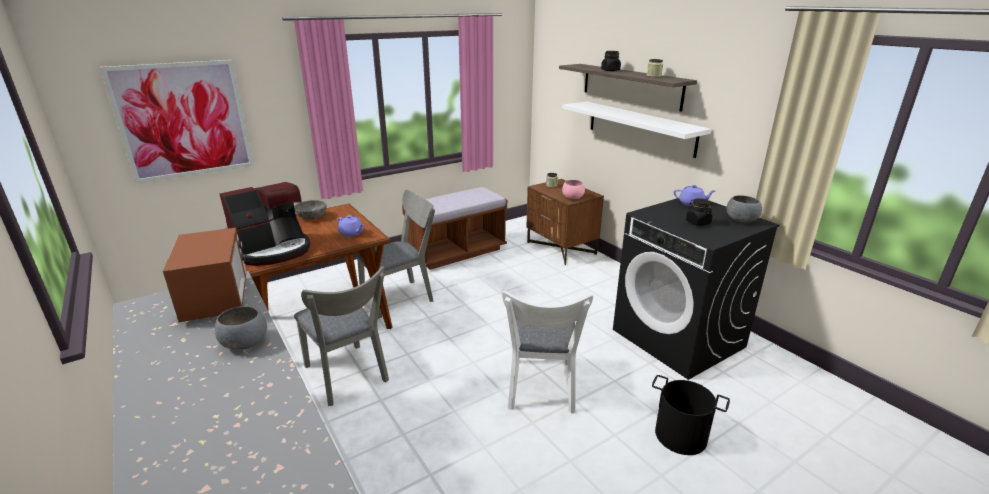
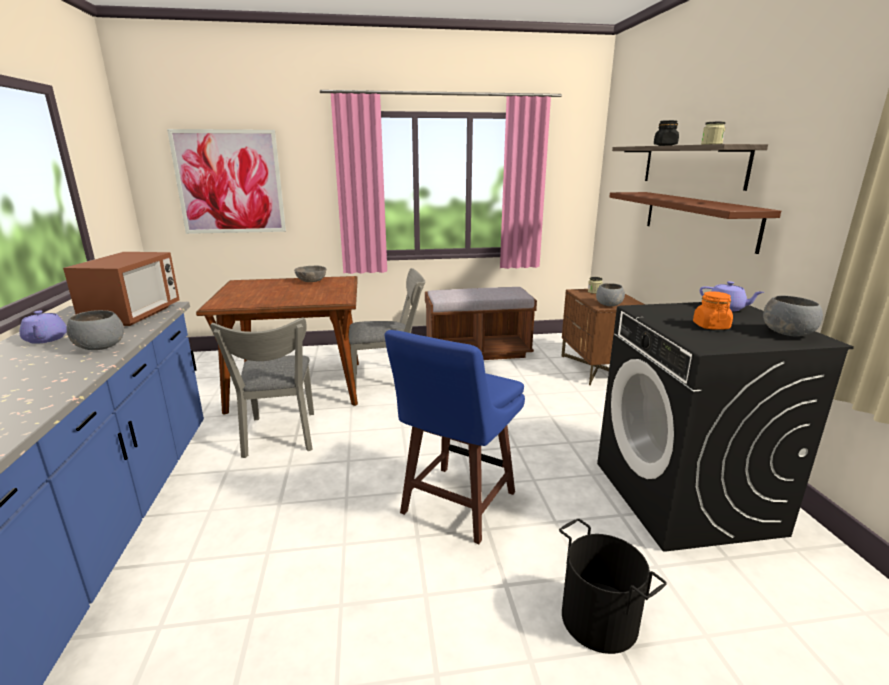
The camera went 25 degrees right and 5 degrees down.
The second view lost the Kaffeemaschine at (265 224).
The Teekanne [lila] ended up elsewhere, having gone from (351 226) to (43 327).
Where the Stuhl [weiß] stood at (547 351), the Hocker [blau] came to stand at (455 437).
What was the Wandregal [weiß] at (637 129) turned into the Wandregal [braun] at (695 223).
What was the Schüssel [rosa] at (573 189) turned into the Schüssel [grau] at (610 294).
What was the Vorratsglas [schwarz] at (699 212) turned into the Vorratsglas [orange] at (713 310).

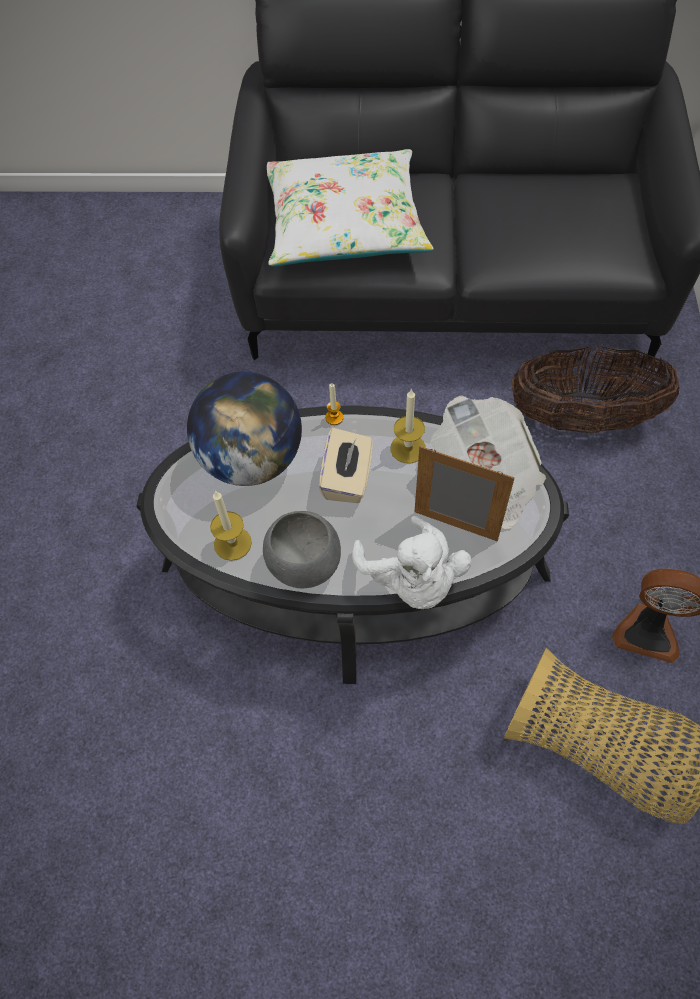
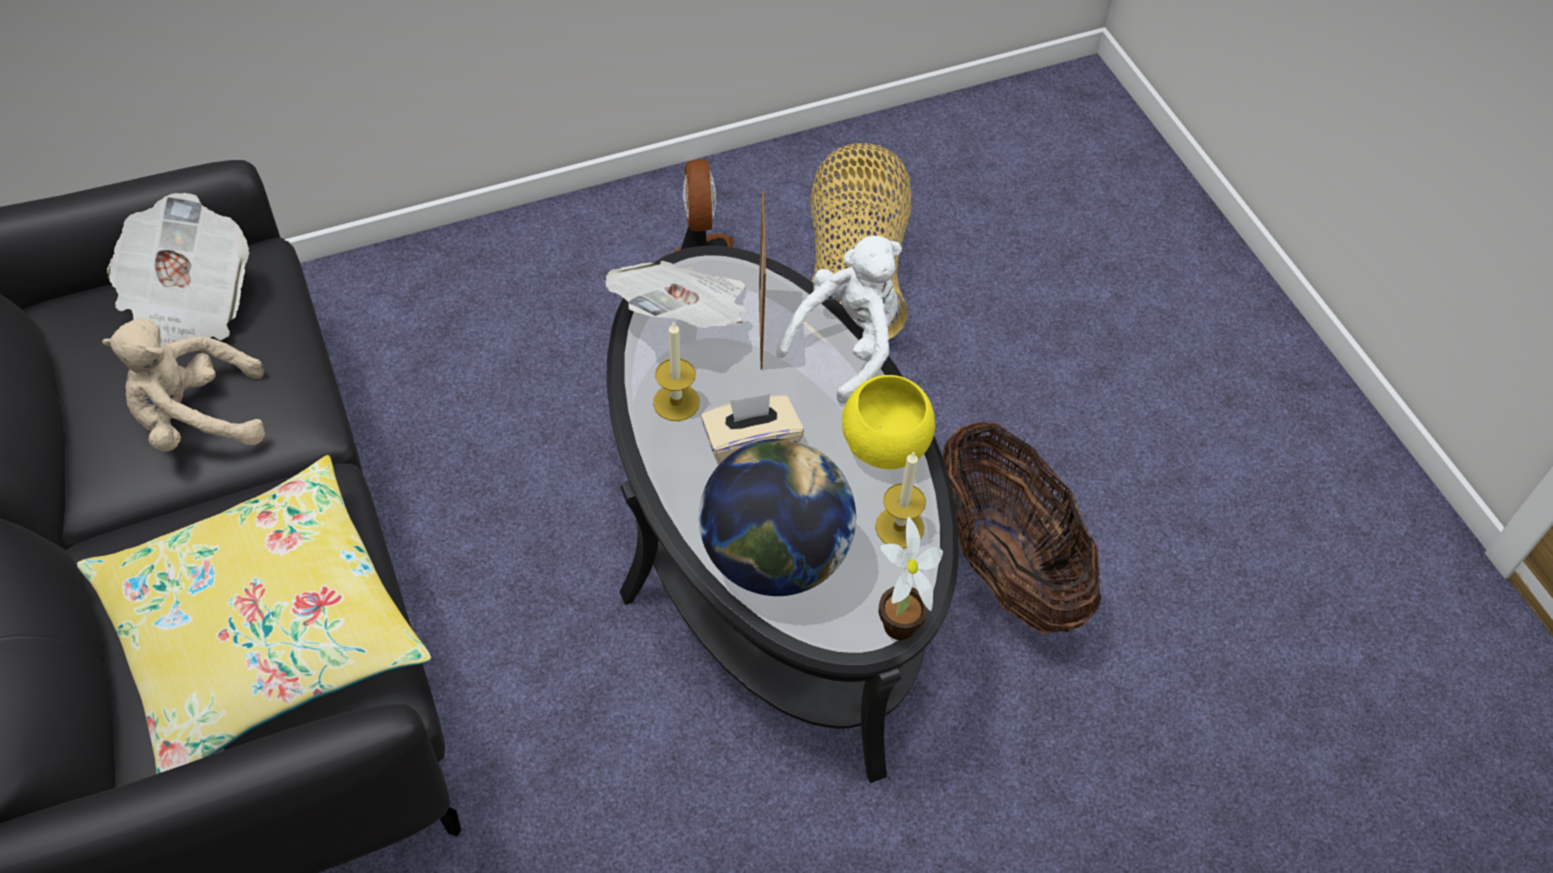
The camera went 120 degrees left and 5 degrees down.
What was the Schüssel [grau] at (302 549) turned into the Schüssel [gelb] at (888 422).
What was the Kissen [weiß] at (350 208) turned into the Kissen [gelb] at (254 614).
The second view lost the Kerze at (334 404).
The Korb ended up elsewhere, having gone from (595 389) to (1022 528).
The second view gained the Plüschtier [beige] at (183 384).
The second view gained the Zeitung at (178 269).
The second view gained the Topfpflanze at (911 578).

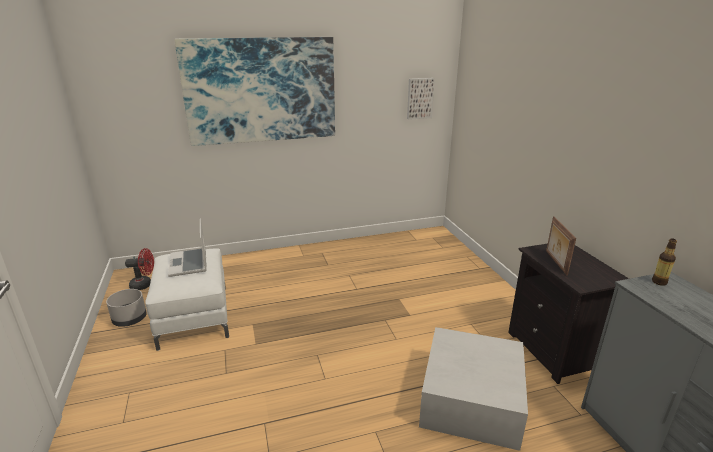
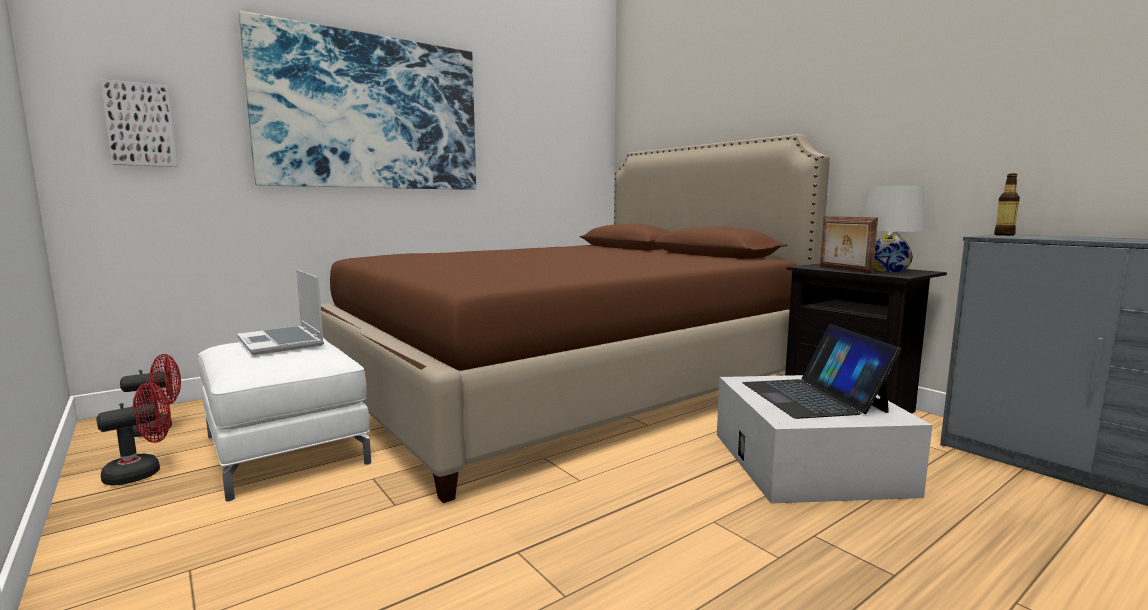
The camera went 20 degrees left and 15 degrees down.
Where the Pflanzkübel [grau] stood at (126 308), the Ventilator [rot] came to stand at (133 434).
The Bild ended up elsewhere, having gone from (421 99) to (138 123).
The second view gained the Bett [braun] at (575 318).
The second view gained the Laptop at (821 371).
The second view gained the Tischlampe [weiß] at (894 228).

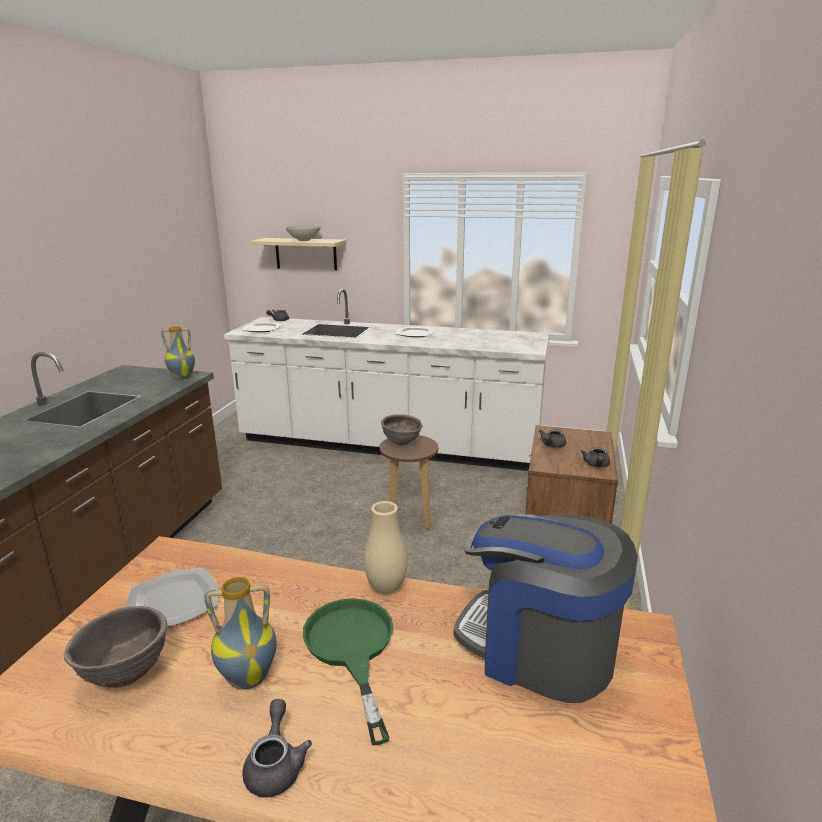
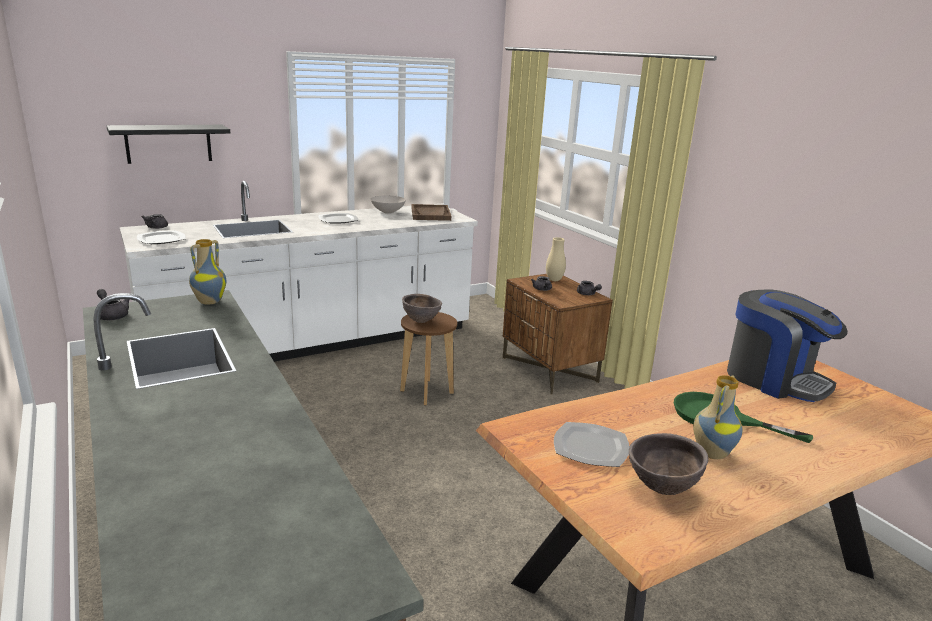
The camera went 45 degrees left and 0 degrees up.
The Teekanne [grau] ended up elsewhere, having gone from (277 748) to (113 304).
What was the Wandregal [beige] at (298 254) turned into the Wandregal [schwarz] at (168 144).
The Schüssel [weiß] ended up elsewhere, having gone from (303 233) to (388 204).
The Vase [beige] ended up elsewhere, having gone from (386 547) to (556 259).
The Kaffeemaschine at (545 608) ended up facing another way, 120 degrees counterclockwise from before.
The second view gained the Tablett [braun] at (431 212).

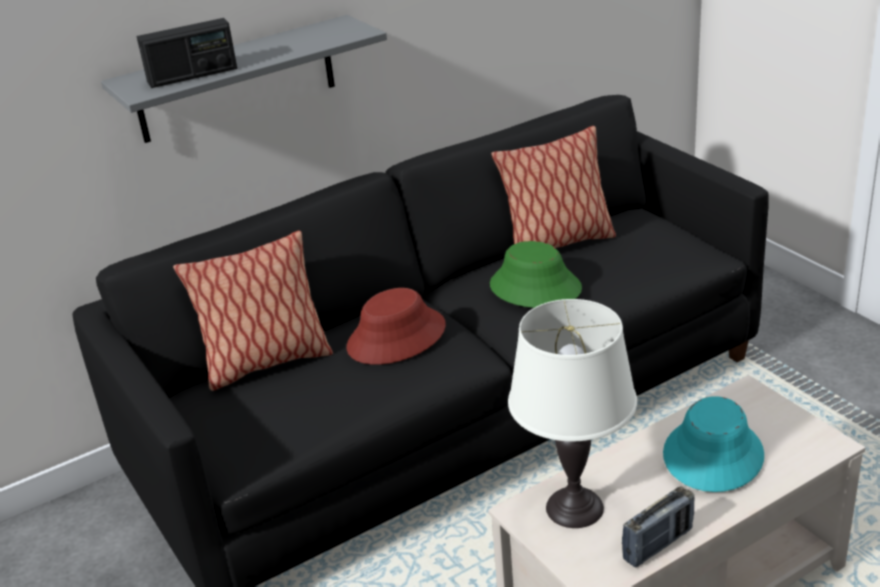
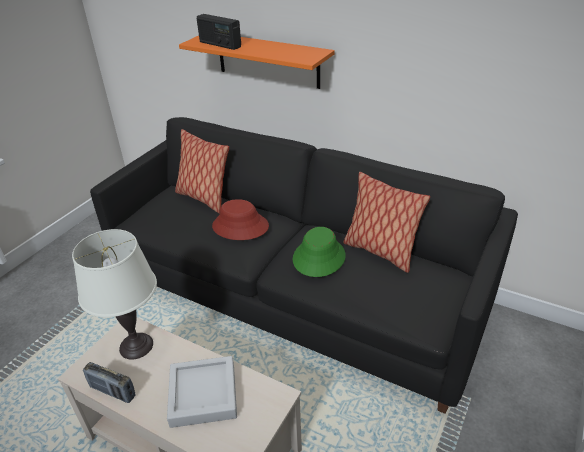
The camera went 60 degrees right and 5 degrees up.
What was the Wandregal [grau] at (244 79) turned into the Wandregal [orange] at (257 62).
Where the Hut [türkis] stood at (713 444), the Tablett [grau] came to stand at (202 392).

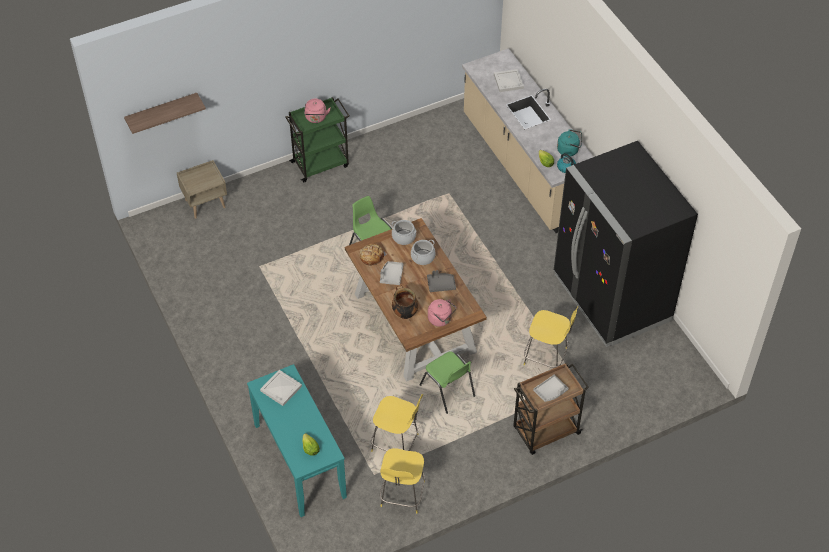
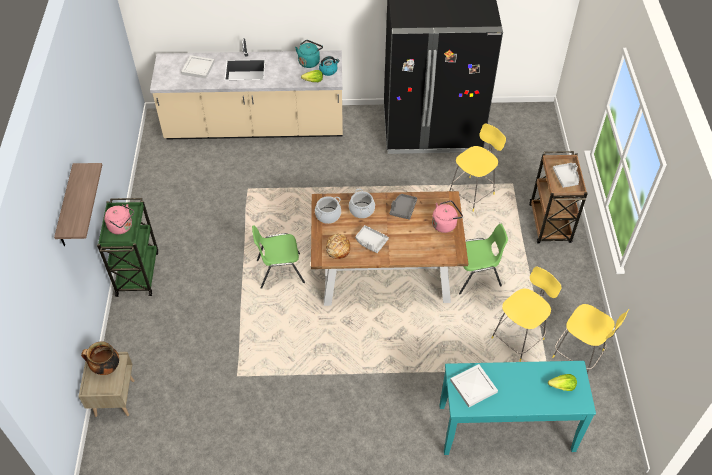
The camera went 65 degrees left and 0 degrees up.
The Wandregal ended up elsewhere, having gone from (165 113) to (78 204).
The Kochtopf ended up elsewhere, having gone from (405 302) to (100 358).

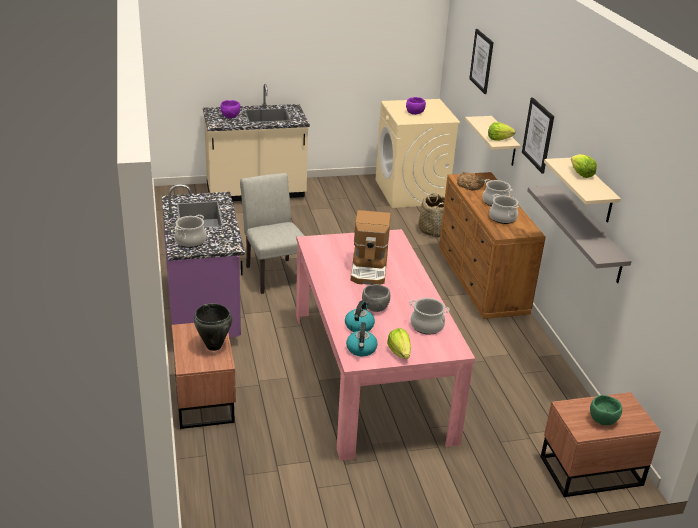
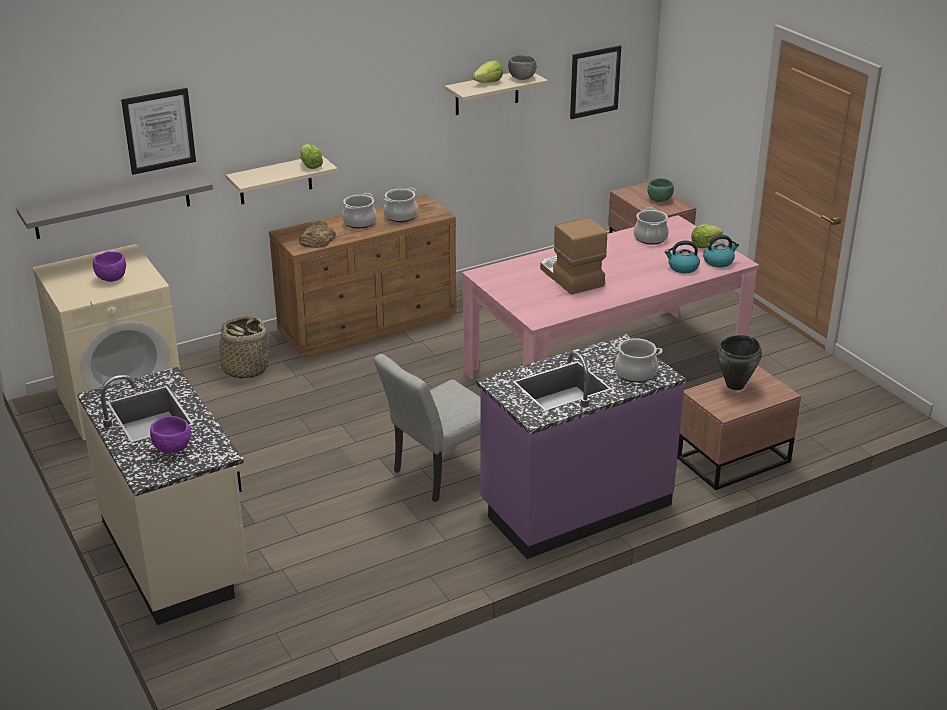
The camera went 105 degrees left and 0 degrees up.
The Kaffeemaschine at (371 247) ended up facing another way, 105 degrees counterclockwise from before.
The Schüssel [grau] ended up elsewhere, having gone from (376 298) to (522 67).
The Bild ended up elsewhere, having gone from (538 135) to (595 82).
The Wandregal [grau] ended up elsewhere, having gone from (579 234) to (114 204).

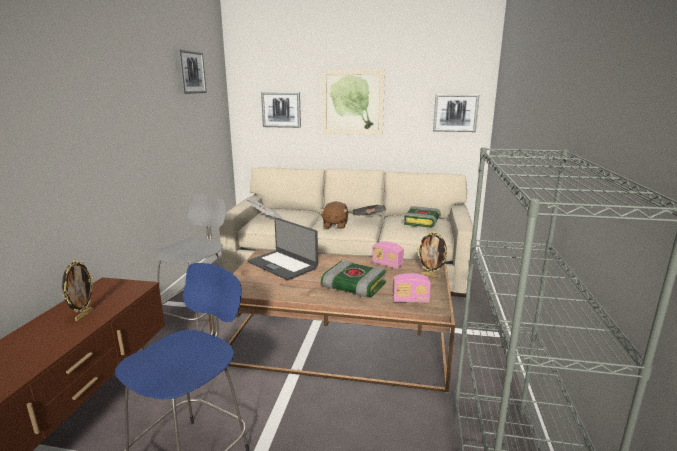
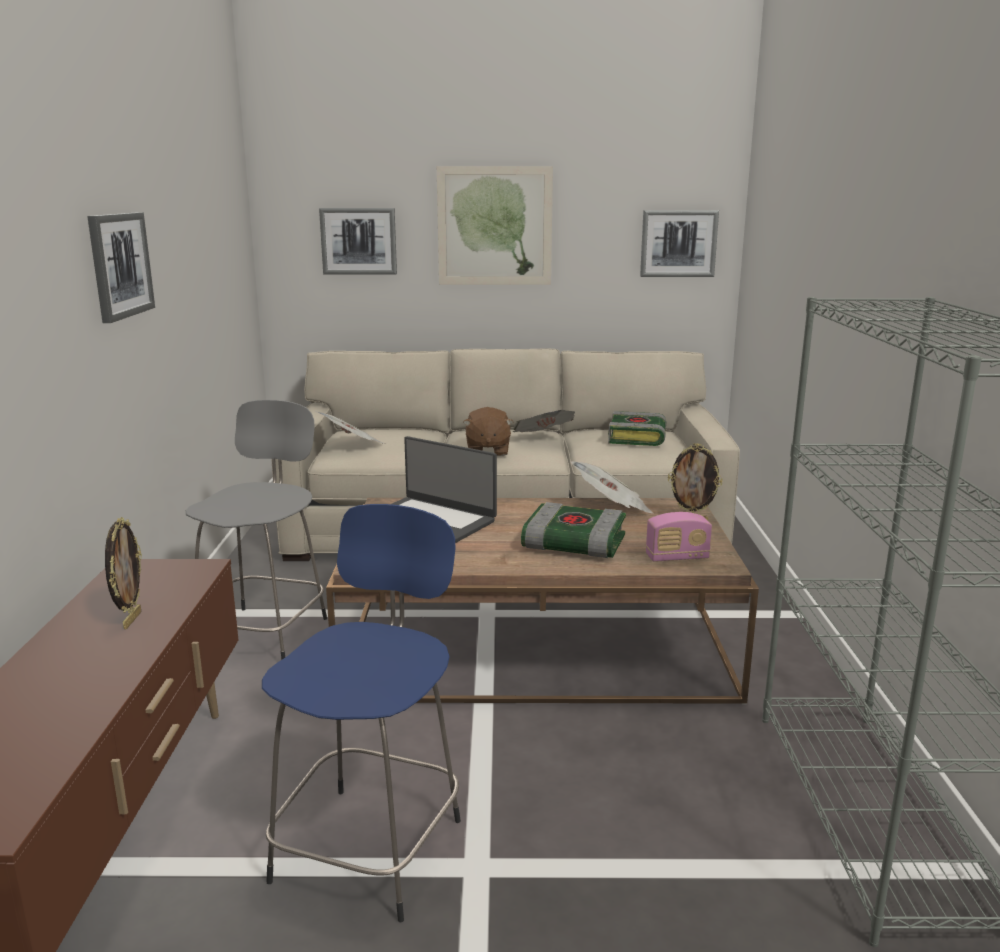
The camera went 10 degrees left and 0 degrees up.
The Bild ended up elsewhere, having gone from (192 71) to (121 268).
Where the Radio stood at (388 255), the Zeitung came to stand at (611 487).

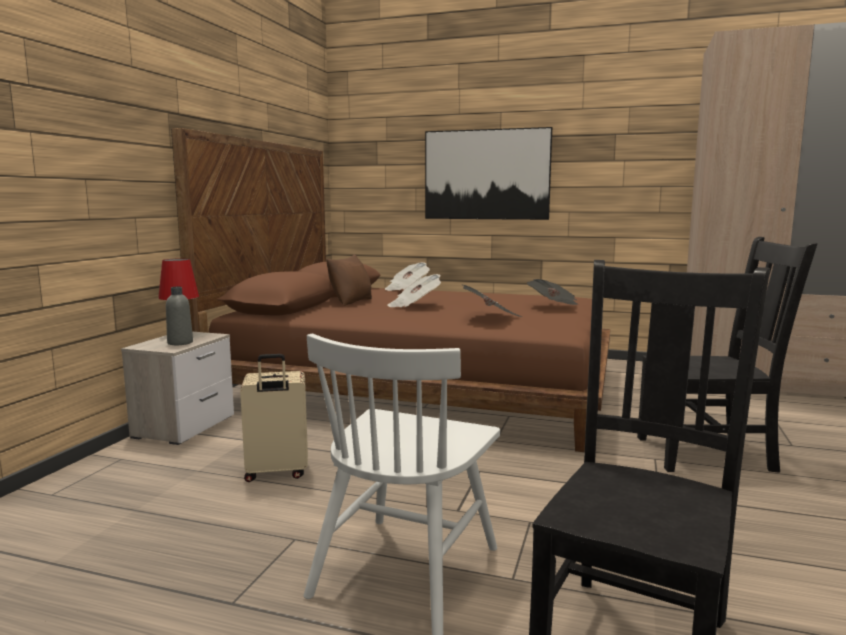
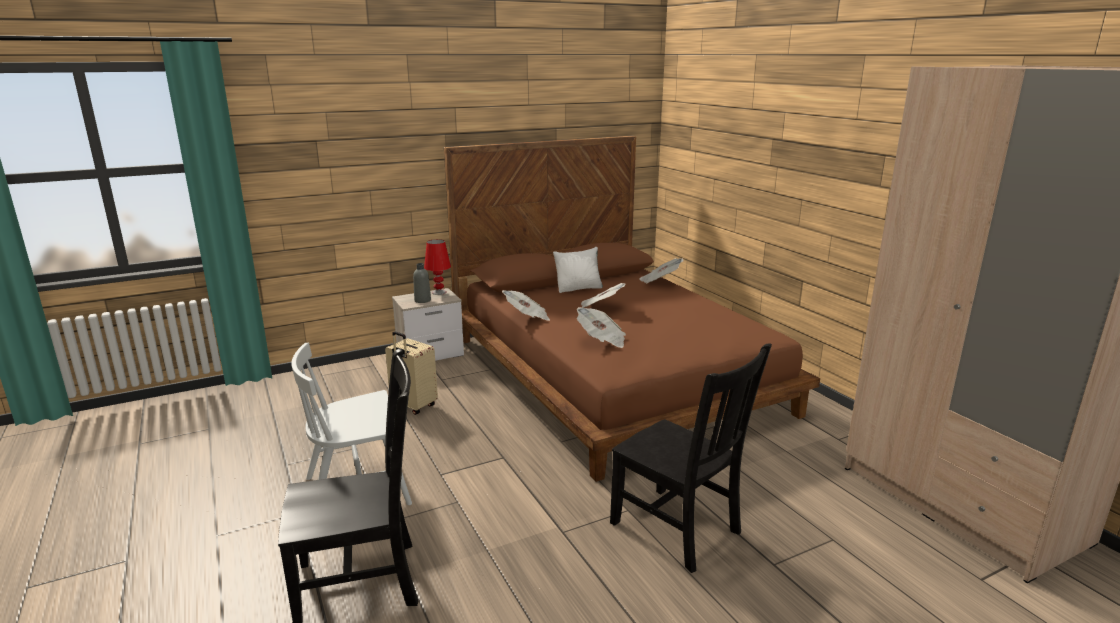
The camera went 45 degrees right and 10 degrees up.
What was the Kissen [braun] at (349 280) turned into the Kissen [weiß] at (578 270).
The second view lost the Bild at (488 173).
The Zeitung ended up elsewhere, having gone from (552 292) to (526 305).

